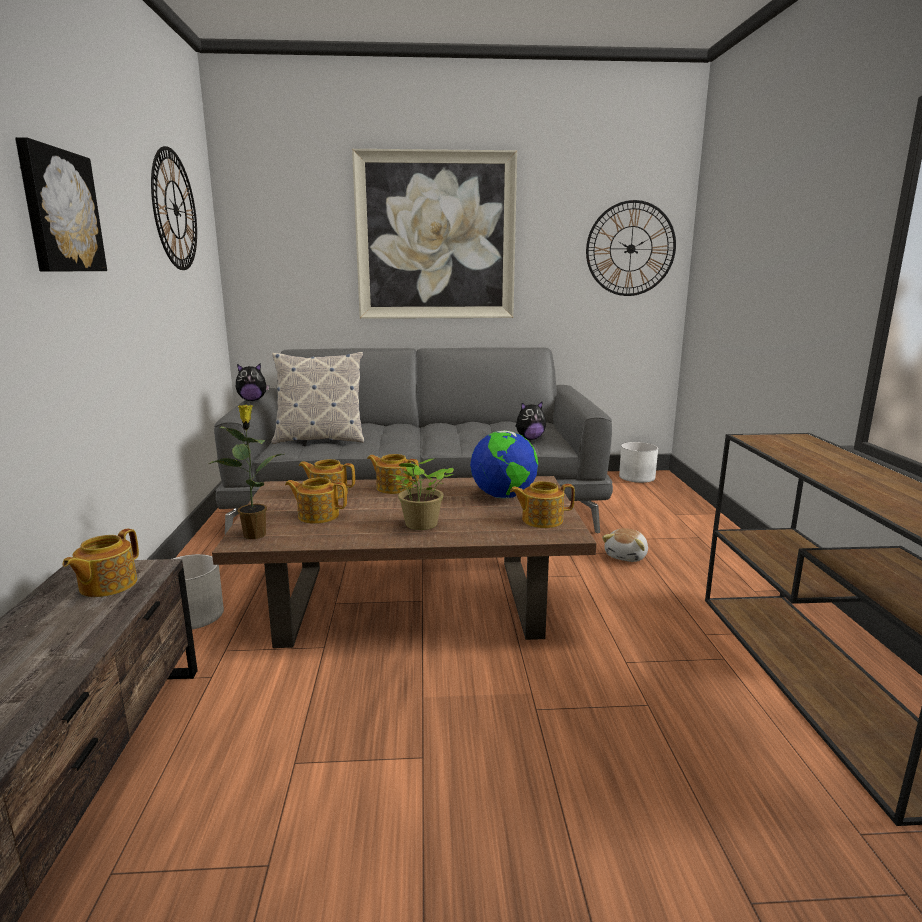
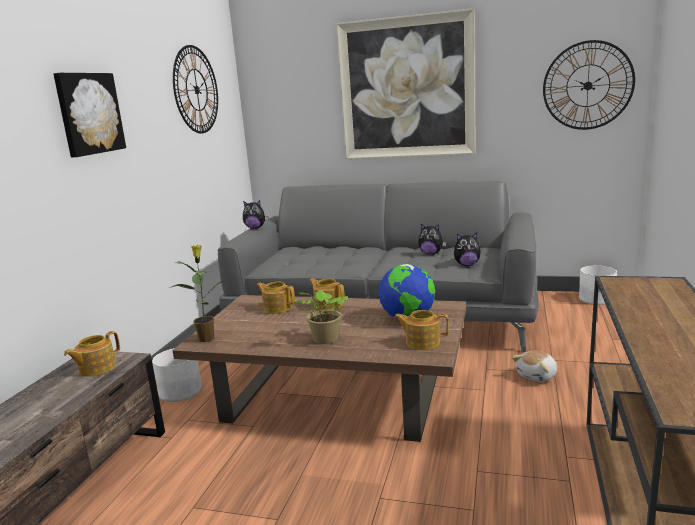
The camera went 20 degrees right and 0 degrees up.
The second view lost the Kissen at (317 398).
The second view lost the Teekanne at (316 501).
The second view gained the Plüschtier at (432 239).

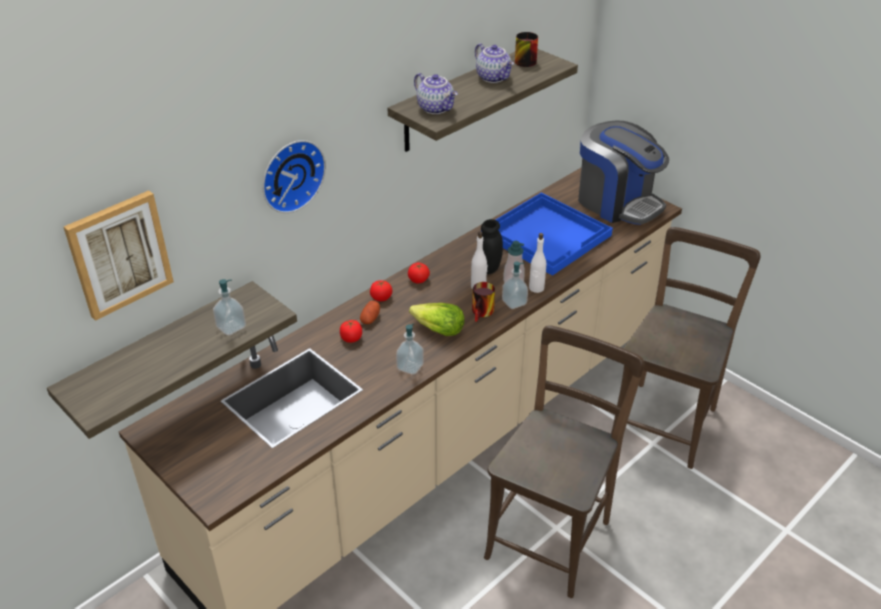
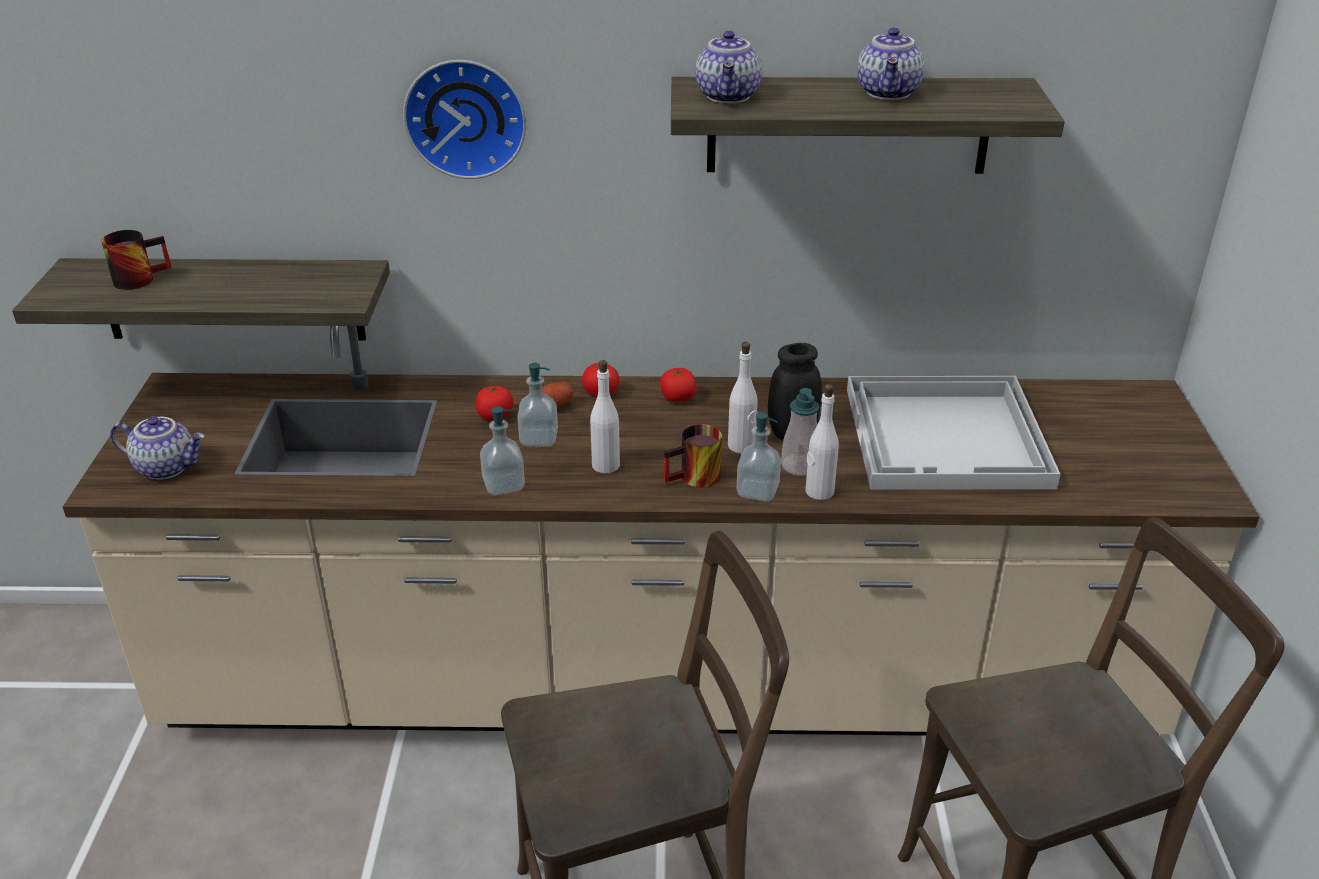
The camera went 45 degrees right and 5 degrees down.
The second view lost the Bild at (119 255).
The Seifenspender ended up elsewhere, having gone from (229 307) to (538 405).
Where the Salatkopf stood at (437 319), the Flasche [weiß] came to stand at (605 417).
What was the Tablett [blau] at (547 234) turned into the Tablett [weiß] at (953 433).
The Henkelbecher ended up elsewhere, having gone from (526 49) to (136 260).
The second view lost the Kaffeemaschine at (623 172).
The second view gained the Teekanne at (157 448).

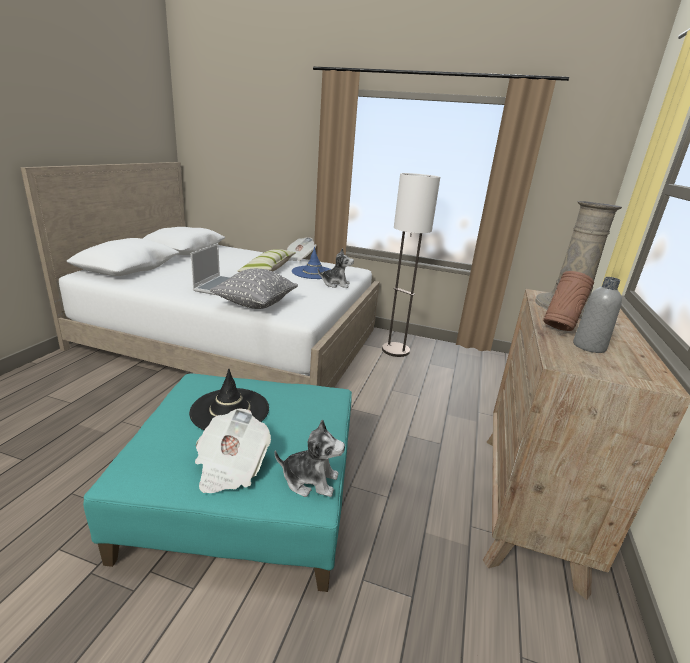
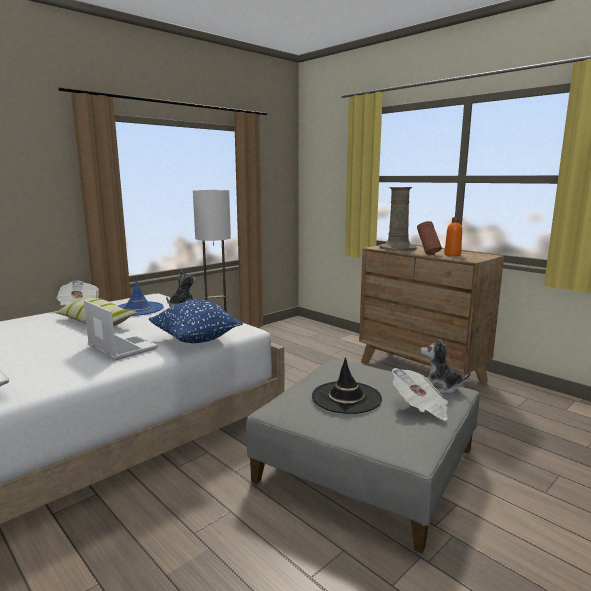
The camera went 60 degrees left and 10 degrees down.
What was the Polsterhocker [türkis] at (217 483) turned into the Polsterhocker [grau] at (362 456).
What was the Kissen [grau] at (254 289) turned into the Kissen [blau] at (196 321).
The Plüschtier at (310 458) ended up facing another way, 105 degrees counterclockwise from before.
What was the Flasche [grau] at (597 315) turned into the Flasche [orange] at (453 236).

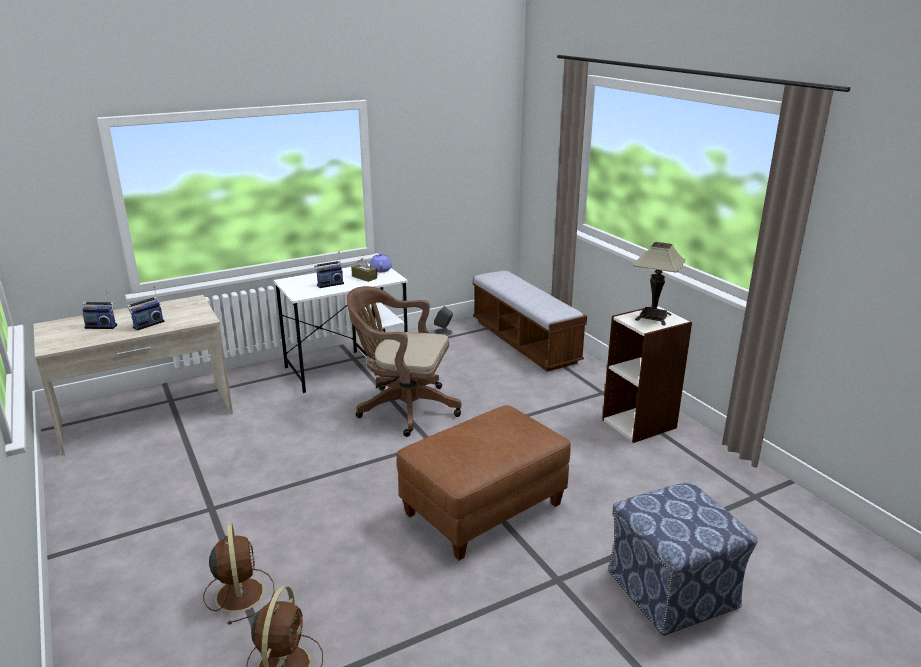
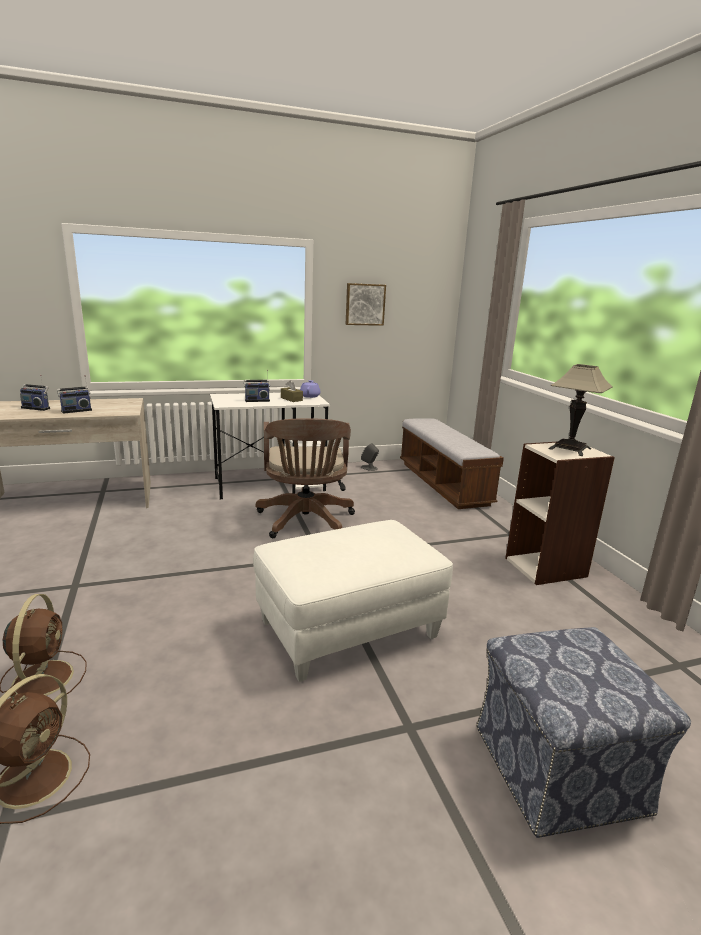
The camera went 10 degrees right and 5 degrees down.
The Bürostuhl [braun] at (404 361) ended up facing another way, 120 degrees counterclockwise from before.
What was the Polsterhocker [braun] at (484 482) turned into the Polsterhocker [weiß] at (353 601).
The second view gained the Bild at (366 304).

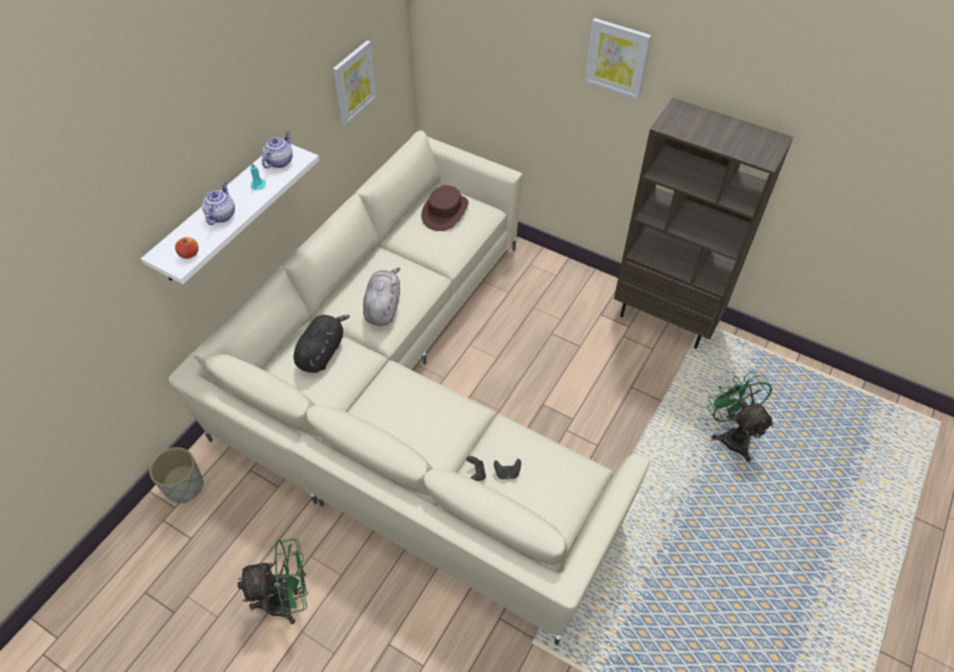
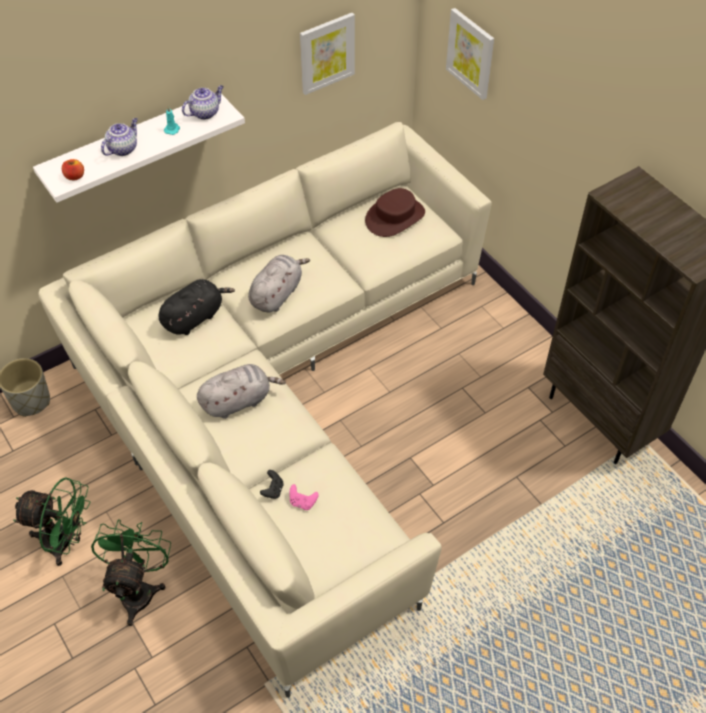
The camera went 25 degrees right and 0 degrees up.
What was the Gamepad [schwarz] at (507 469) turned into the Gamepad [rosa] at (304 497).
The Bild ended up elsewhere, having gone from (618 59) to (470 54).
The Ventilator [grün] ended up elsewhere, having gone from (741 416) to (131 572).
The second view gained the Plüschtier [grau] at (241 391).

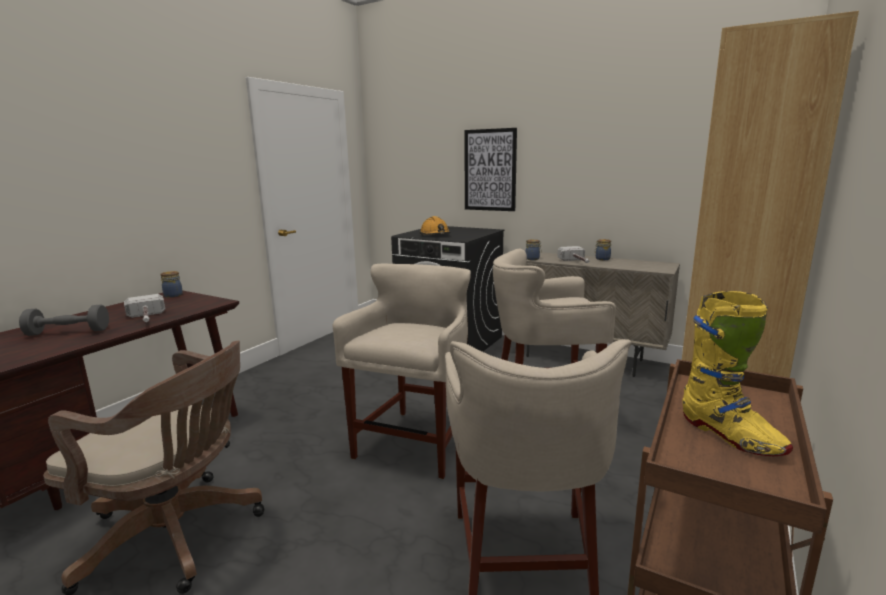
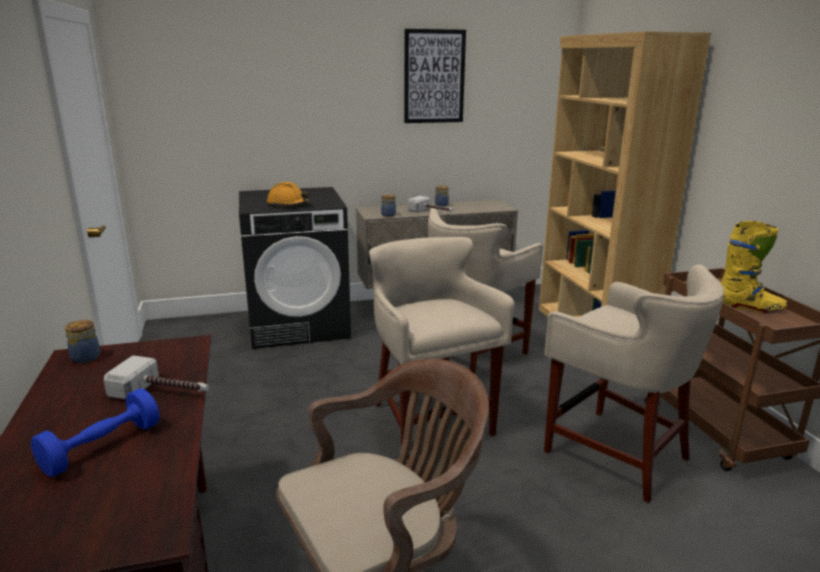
The camera went 45 degrees left and 5 degrees up.
What was the Hantel [grau] at (64 320) turned into the Hantel [blau] at (95 432).
The Bild ended up elsewhere, having gone from (490 169) to (435 76).

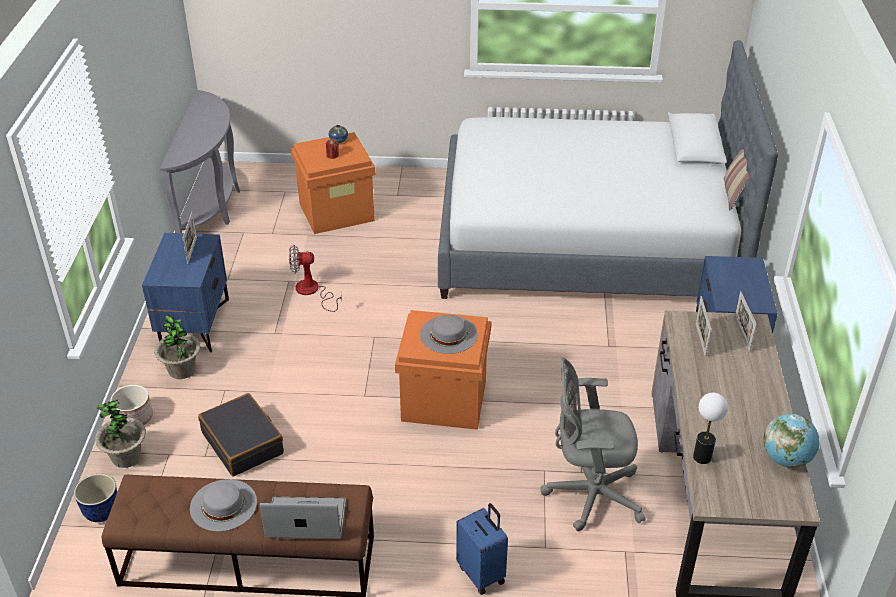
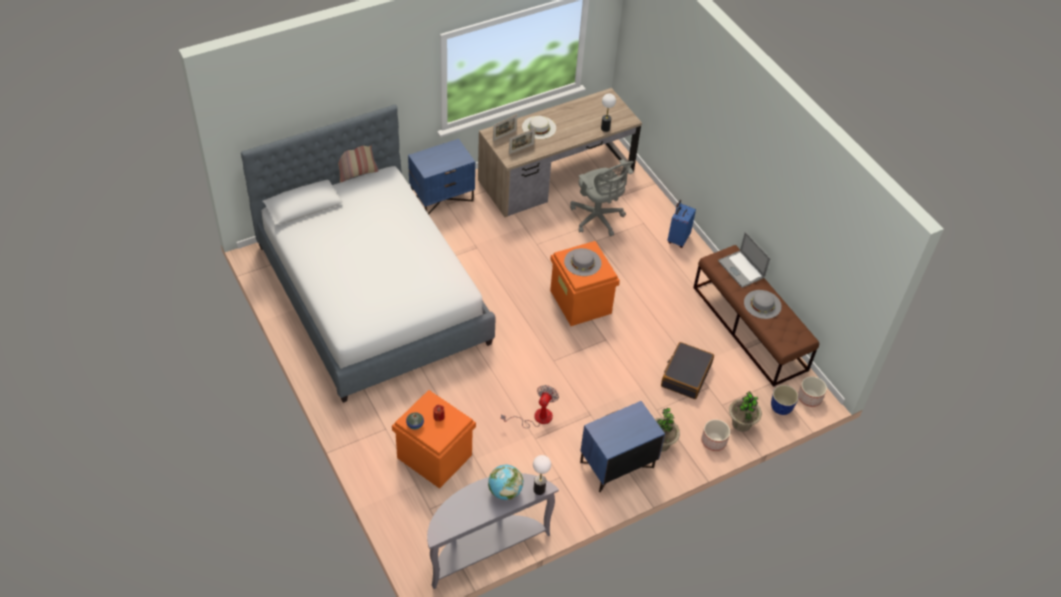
The camera went 125 degrees left and 10 degrees up.
The second view lost the Bilderrahmen at (190 238).
The Ventilator at (315 278) ended up facing another way, 120 degrees counterclockwise from before.
The Globus ended up elsewhere, having gone from (791 441) to (505 482).
The second view gained the Hut [weiß] at (539 127).
The second view gained the Tischlampe at (542 475).
The second view gained the Pflanzkübel at (812 391).

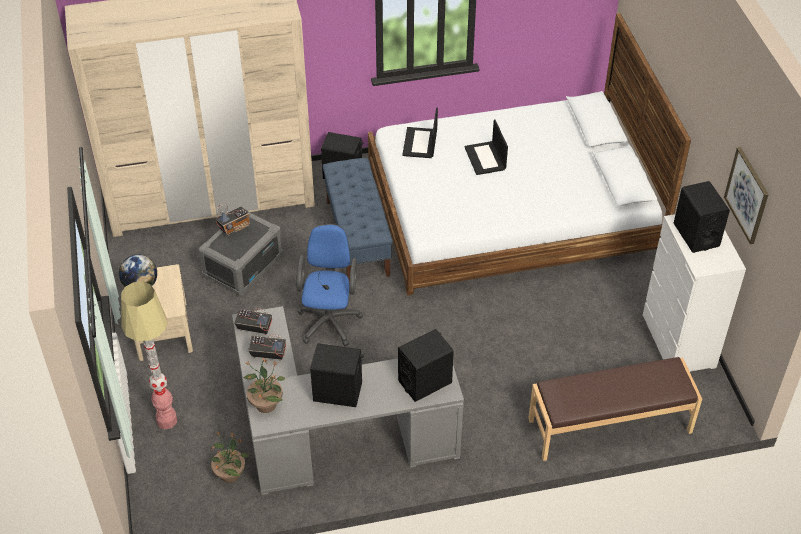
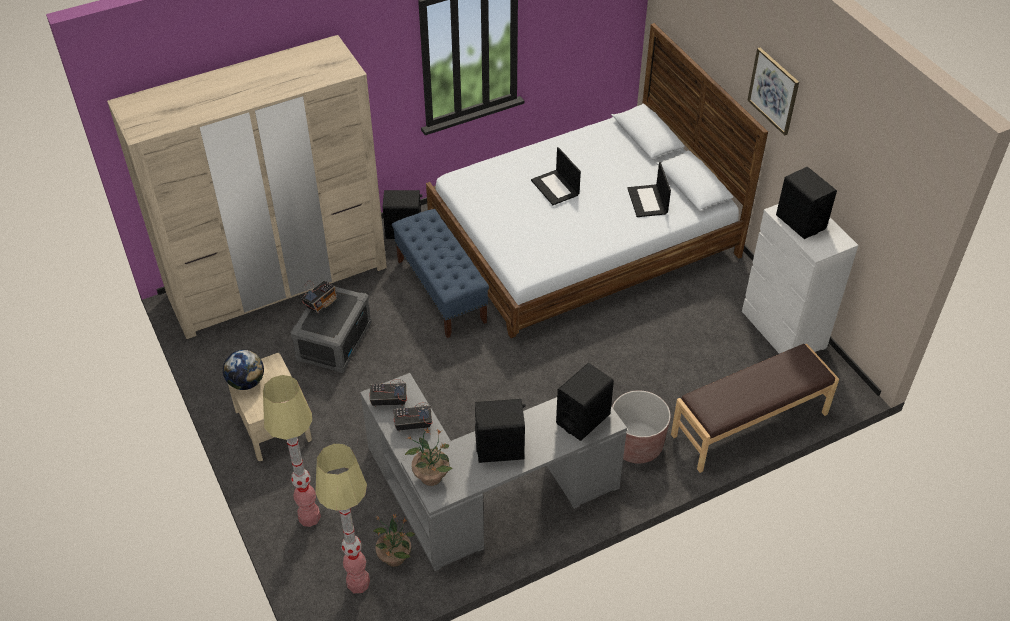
The camera went 15 degrees left and 0 degrees up.
The second view lost the Bürostuhl [blau] at (329 285).
The Laptop ended up elsewhere, having gone from (420 133) to (649 189).
The Bild ended up elsewhere, having gone from (746 195) to (773 91).
The second view gained the Stehlampe at (342 518).
The second view gained the Pflanzkübel [braun] at (641 427).

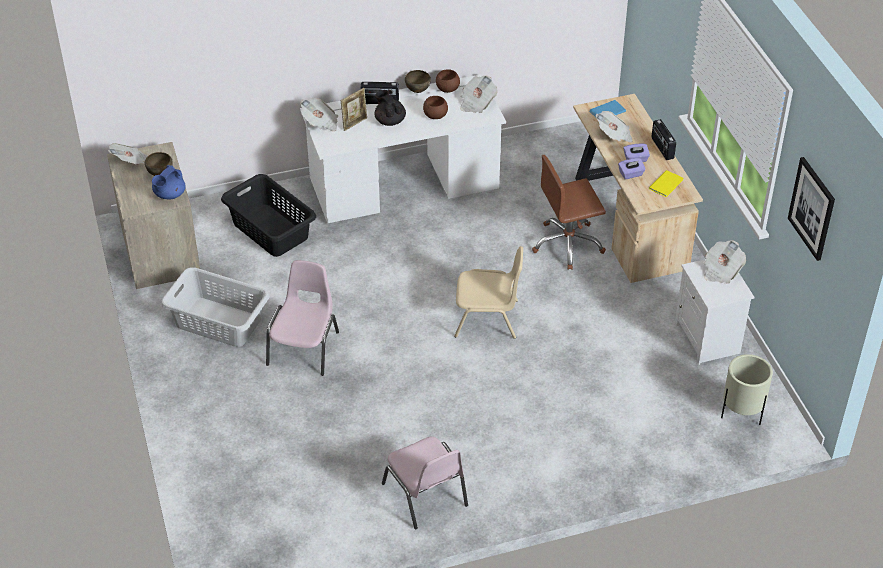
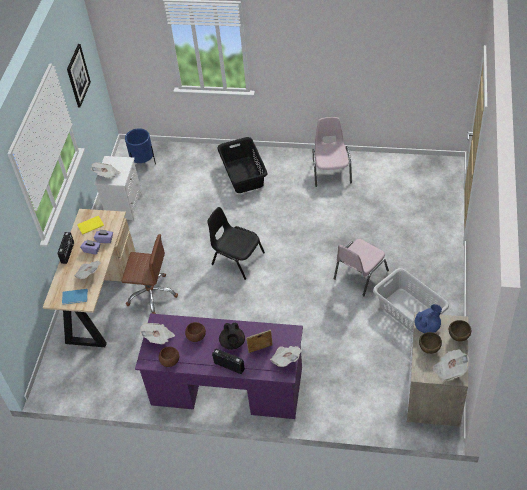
The camera went 150 degrees left and 5 degrees up.
The Wäschekorb [schwarz] ended up elsewhere, having gone from (268 215) to (242 165).
What was the Schreibtisch [weiß] at (403 149) turned into the Schreibtisch [lila] at (219 366).
The Schüssel [braun] ended up elsewhere, having gone from (418 81) to (460 331).
What was the Stuhl [beige] at (488 292) turned into the Stuhl [schwarz] at (236 243).
What was the Pflanzkübel [beige] at (747 389) turned into the Pflanzkübel [blau] at (140 146).

